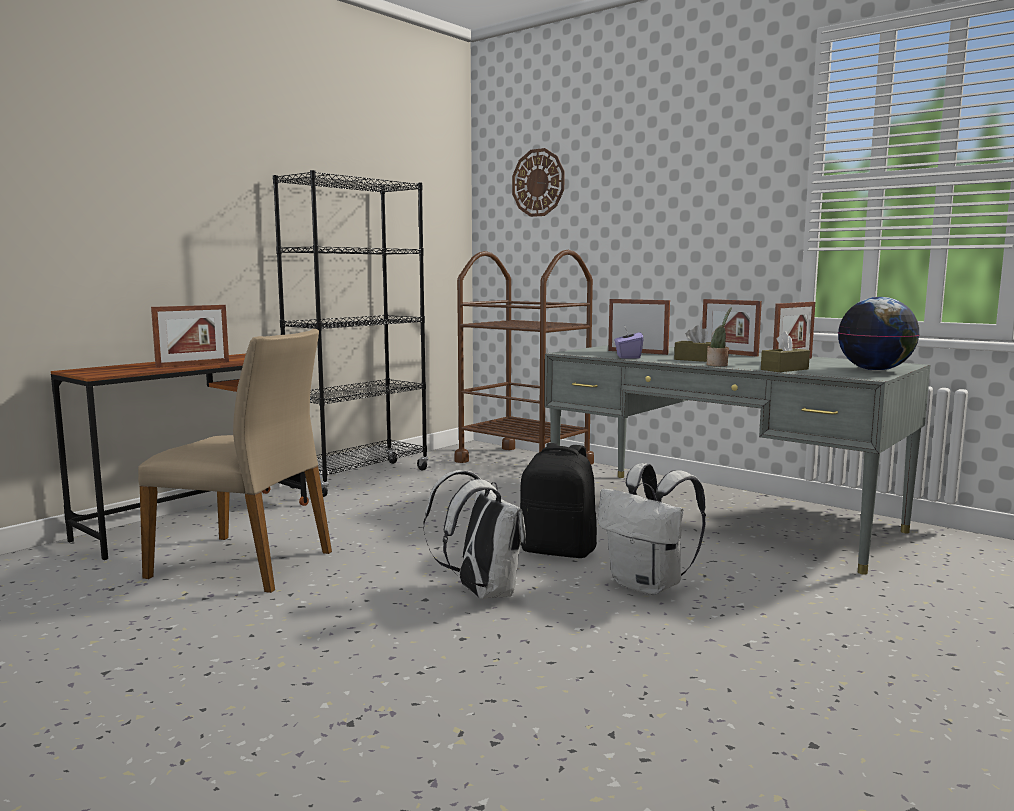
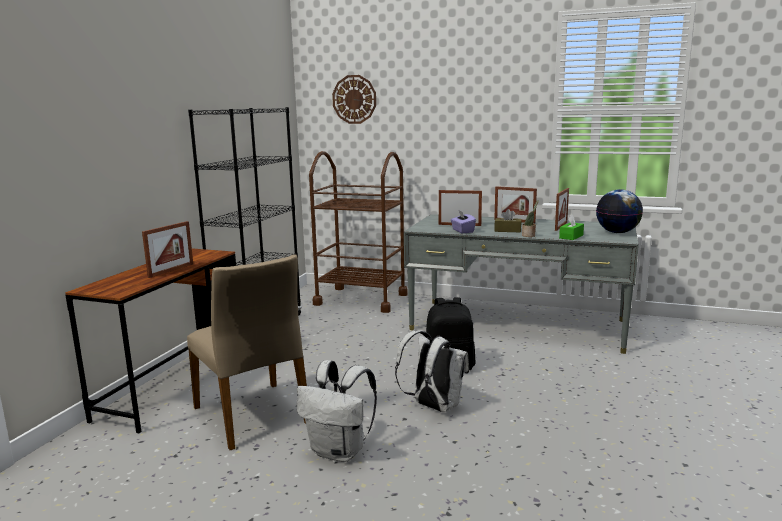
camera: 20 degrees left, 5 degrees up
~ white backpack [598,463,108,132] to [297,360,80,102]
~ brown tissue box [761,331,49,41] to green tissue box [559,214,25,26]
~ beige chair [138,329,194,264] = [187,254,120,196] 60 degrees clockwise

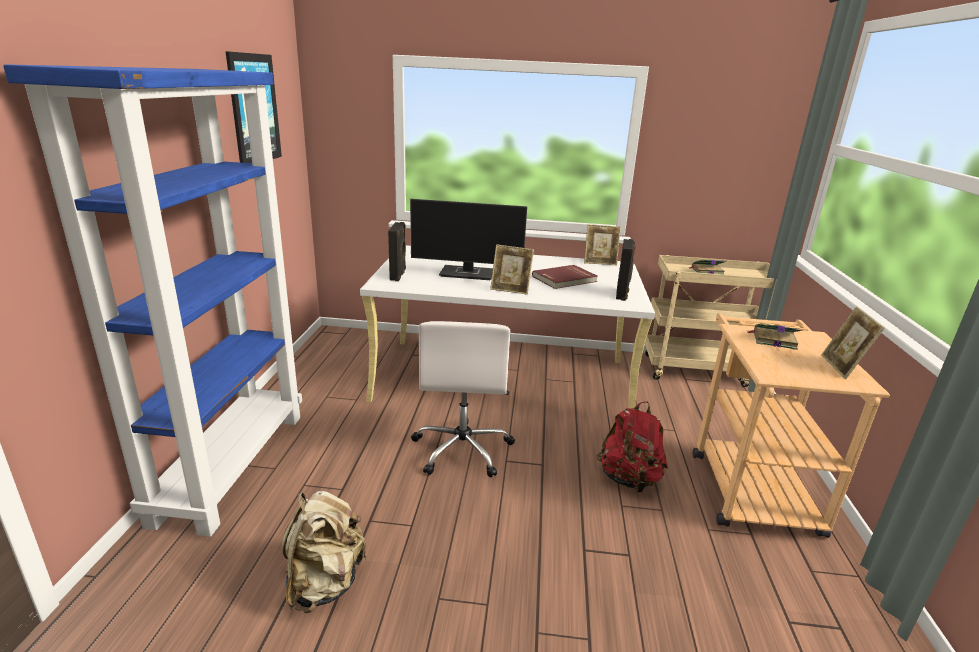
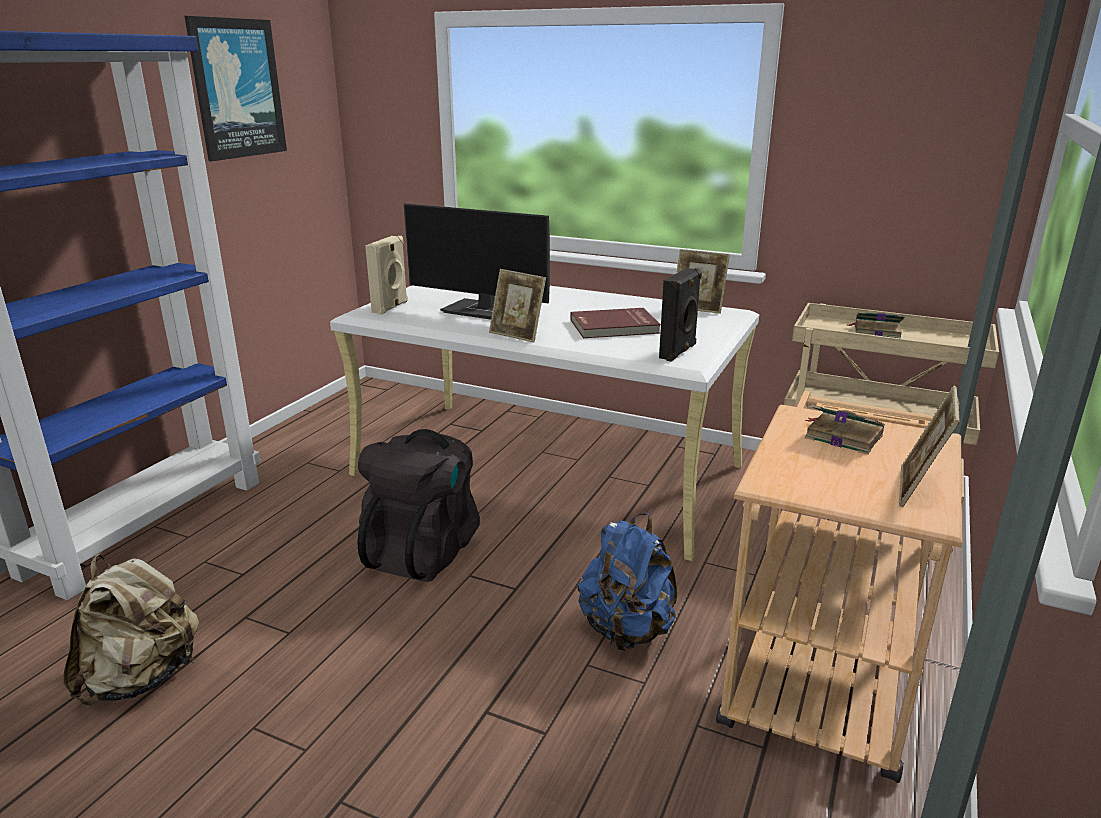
camera: 20 degrees right, 0 degrees up
~ white office chair [411,321,104,156] to black backpack [357,429,123,153]
~ black speaker [388,222,18,59] to beige speaker [365,236,43,79]
~ red backpack [597,401,71,91] to blue backpack [578,513,99,138]

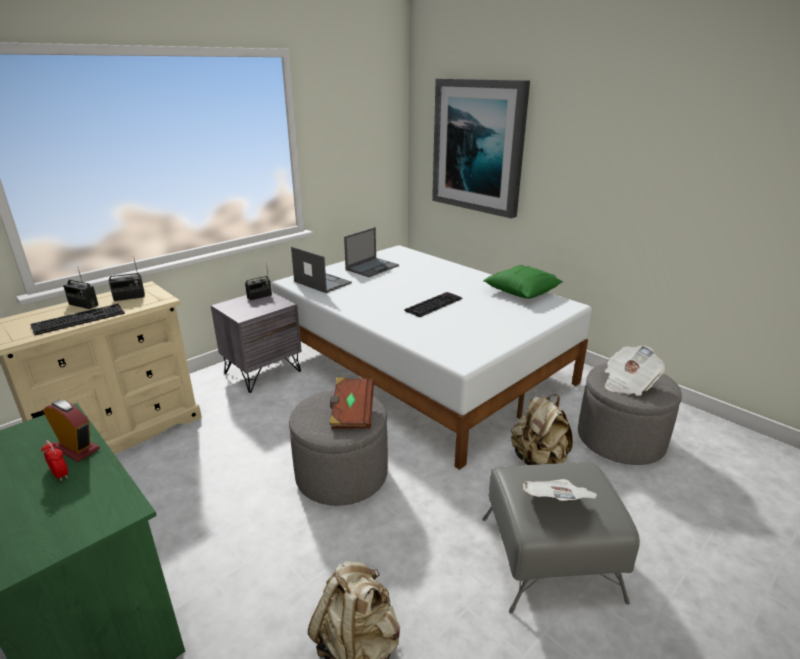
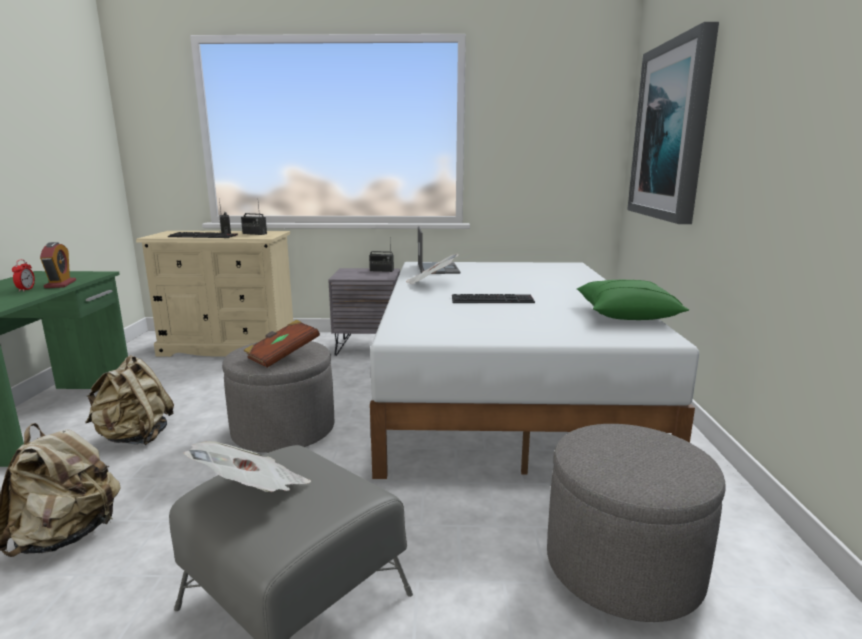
camera: 45 degrees right, 10 degrees down
- laptop [344,227,55,50]
~ beige backpack [511,394,62,71] to [85,355,89,90]
~ newspaper [605,346,60,50] to [406,254,53,31]

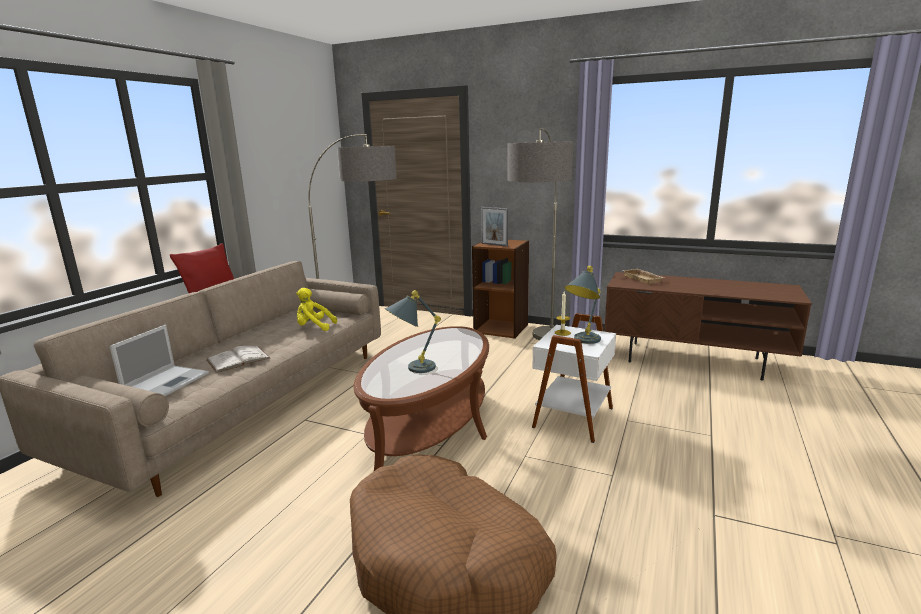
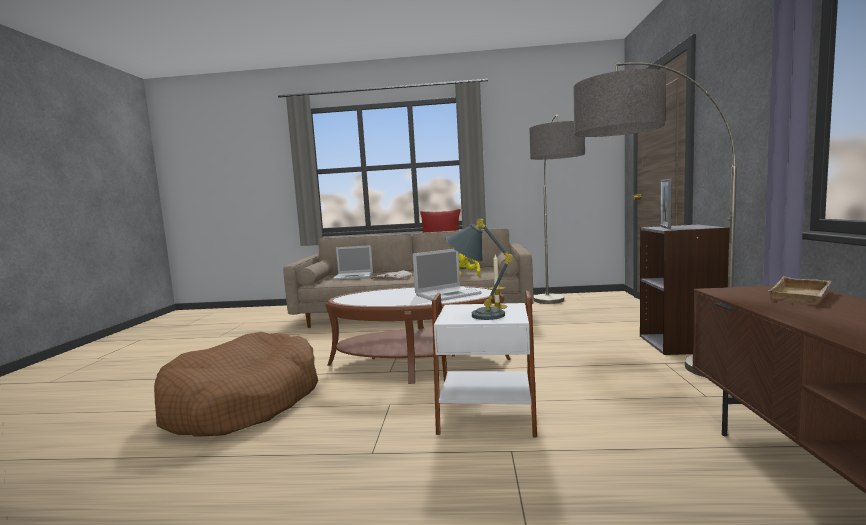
camera: 70 degrees right, 10 degrees down
- grey table lamp [385,290,56,83]
+ laptop [412,249,70,52]
~ brown bookcase [472,240,57,99] to grey bookcase [640,224,90,131]

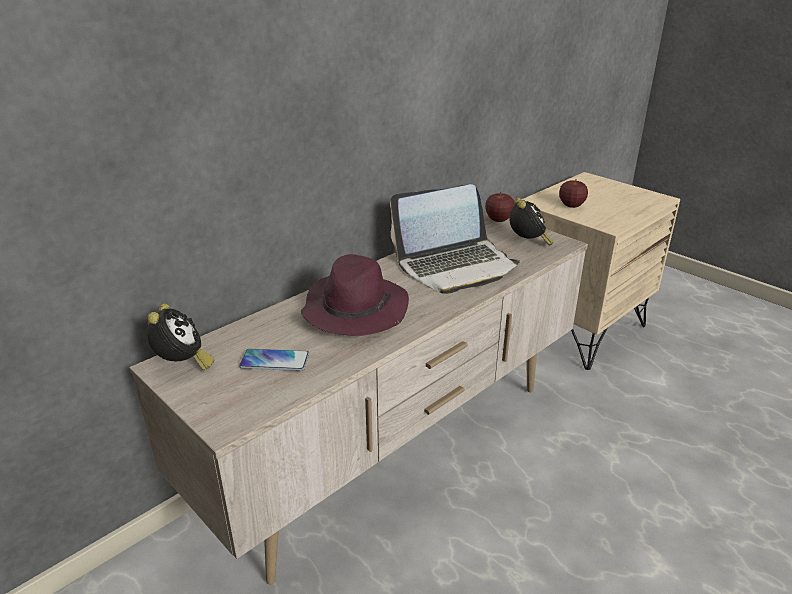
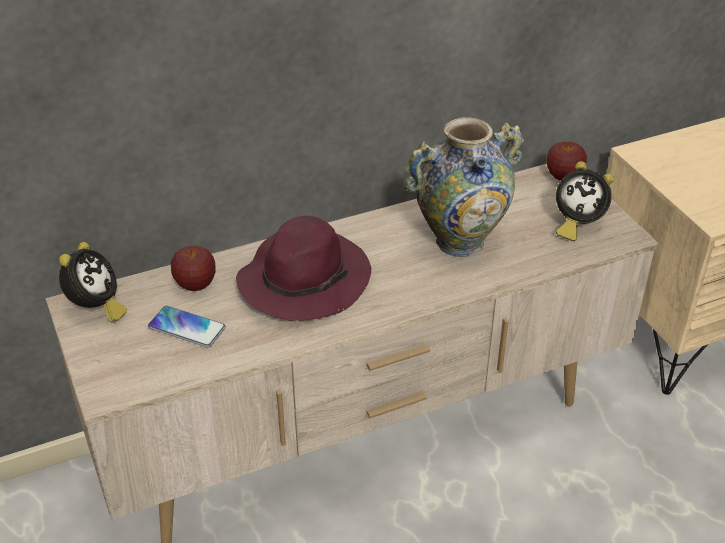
camera: 20 degrees right, 10 degrees up
~ apple [559,180,29,28] to [171,246,45,45]
~ laptop [390,184,130,110] to vase [404,117,120,140]
~ alarm clock [509,197,45,49] = [556,161,58,80] 90 degrees clockwise

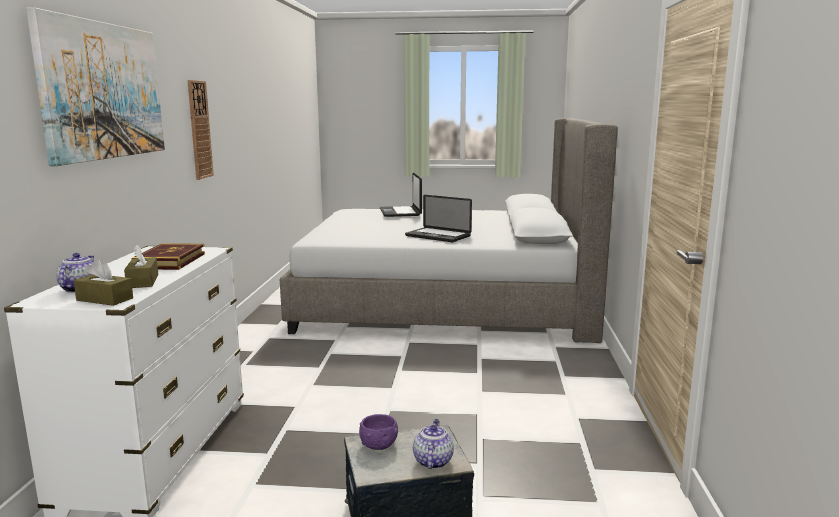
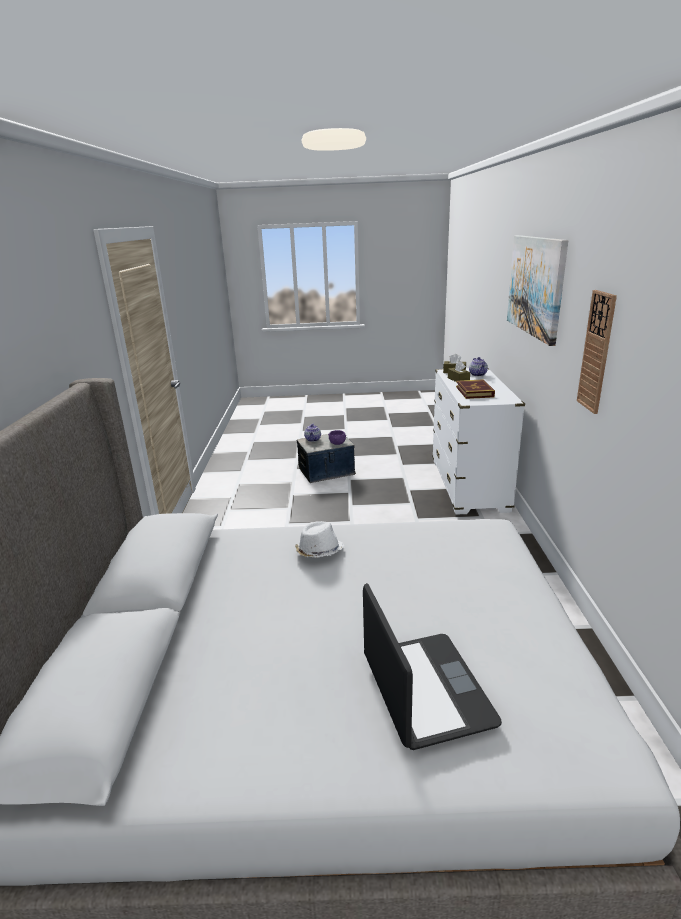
camera: 175 degrees right, 10 degrees up
~ laptop [405,195,67,47] to white hat [295,521,49,37]

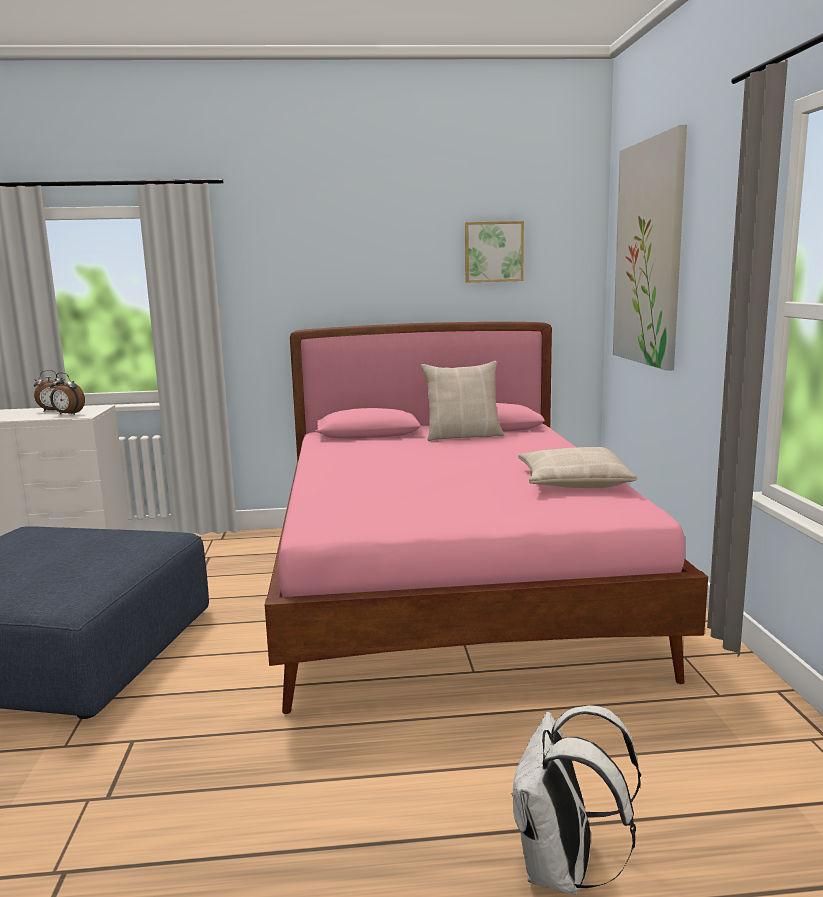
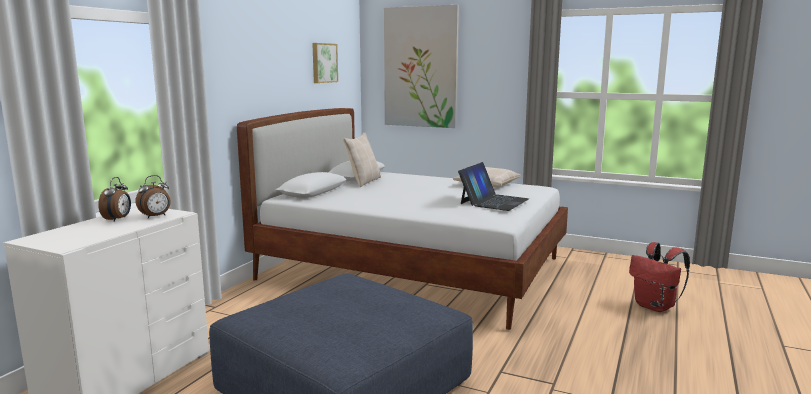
camera: 60 degrees left, 0 degrees up
+ laptop [458,162,71,49]
~ pink bed [265,322,443,392] to white bed [237,108,331,222]
~ white backpack [512,705,129,190] to red backpack [629,242,61,70]

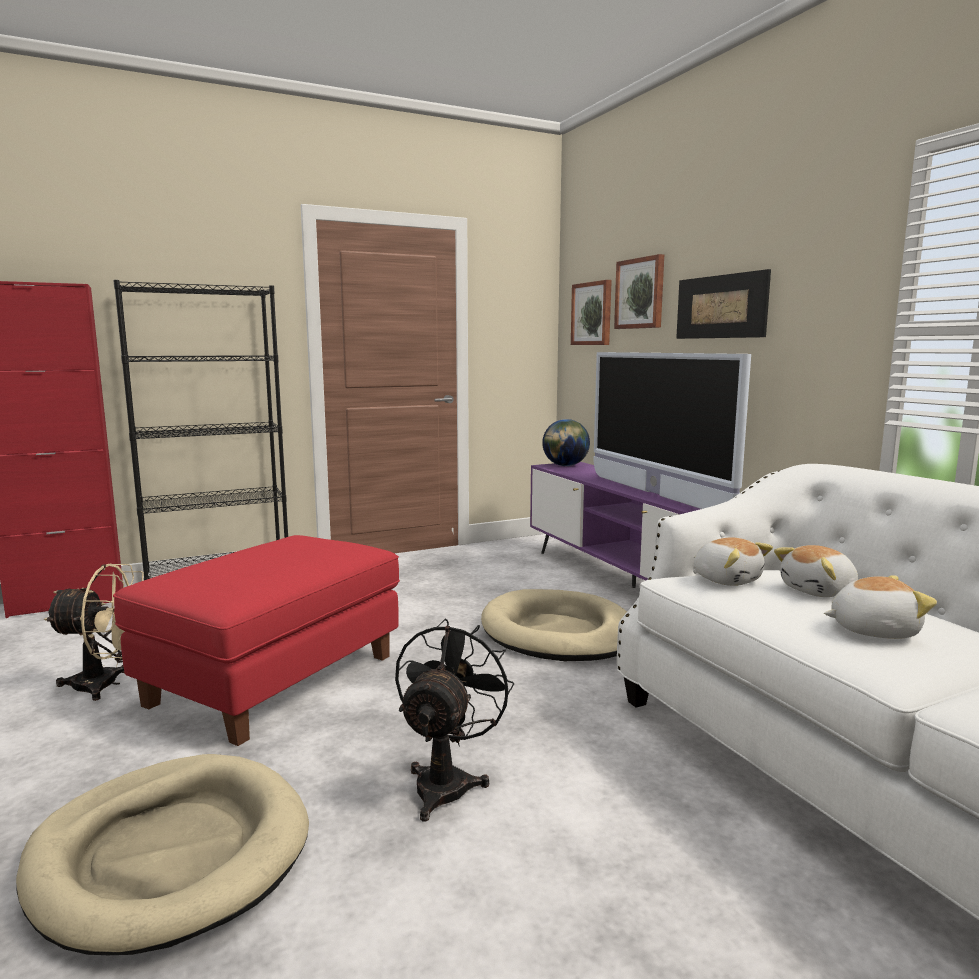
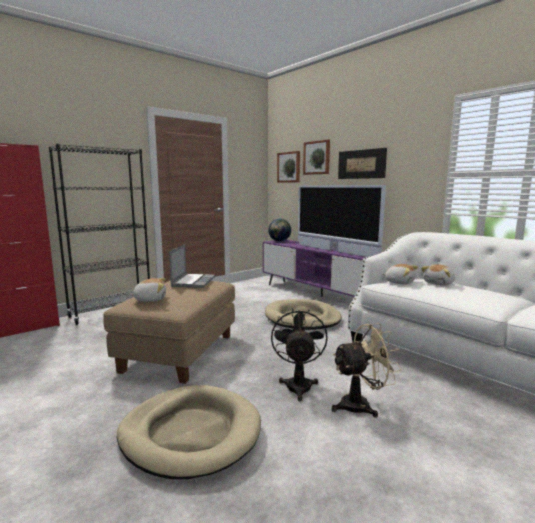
camera: 15 degrees left, 0 degrees up
+ laptop [169,244,46,44]
~ beige fan [44,564,100,137] to [332,323,70,95]
~ plush toy [824,575,113,64] to [129,278,37,24]
~ red ottoman [113,535,287,211] to beige ottoman [103,280,132,104]

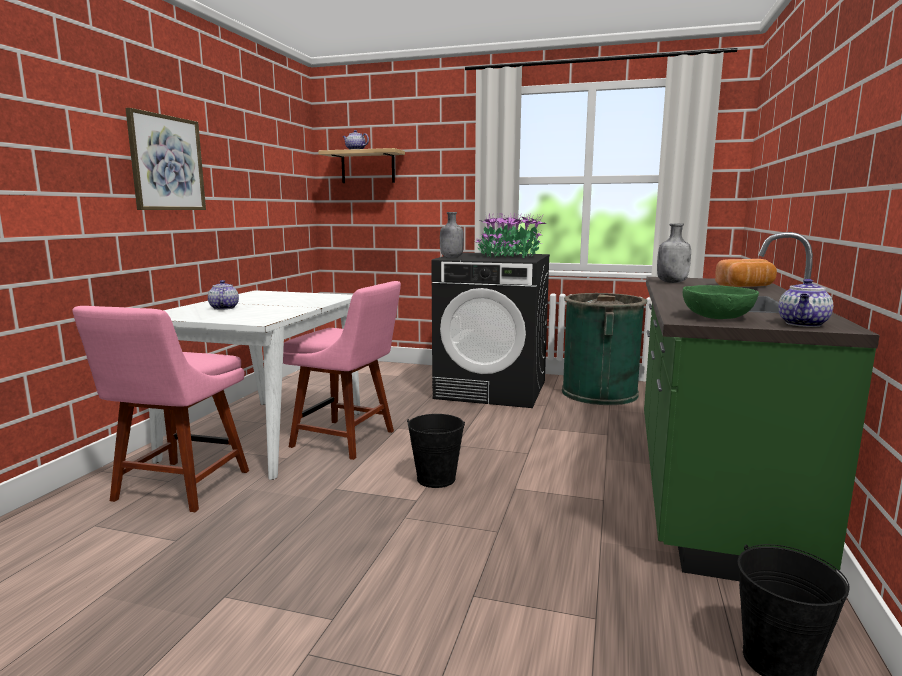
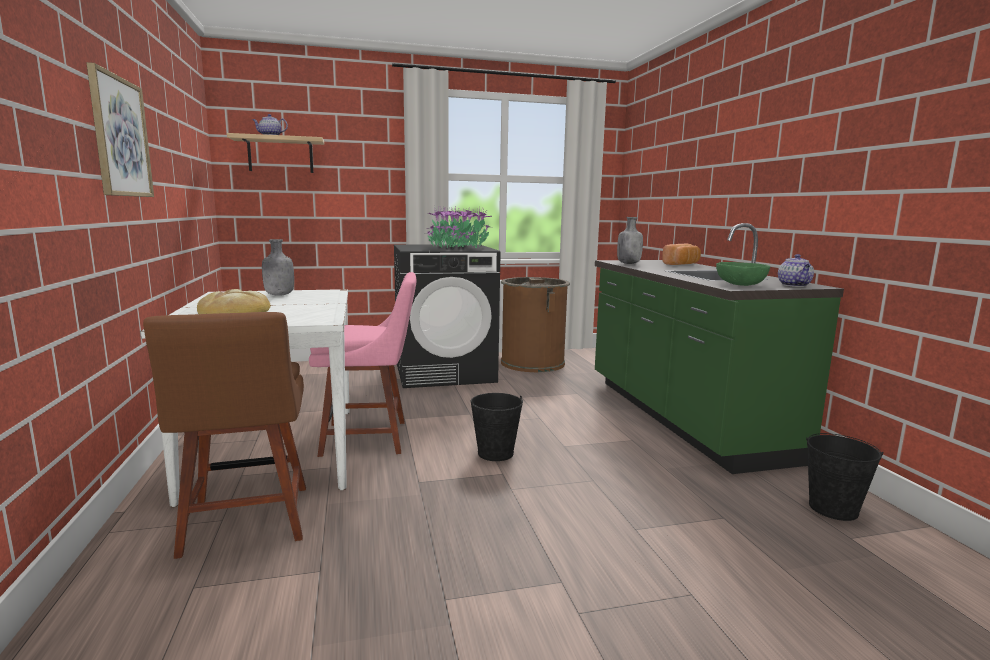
camera: 30 degrees left, 0 degrees up
~ grey bottle [440,212,24,46] to [262,239,32,57]
~ teapot [208,280,31,30] to bread [197,289,74,25]
~ pink chair [72,306,177,206] to brown chair [143,312,163,247]
~ green trash can [562,293,85,112] to brown trash can [501,277,69,95]

